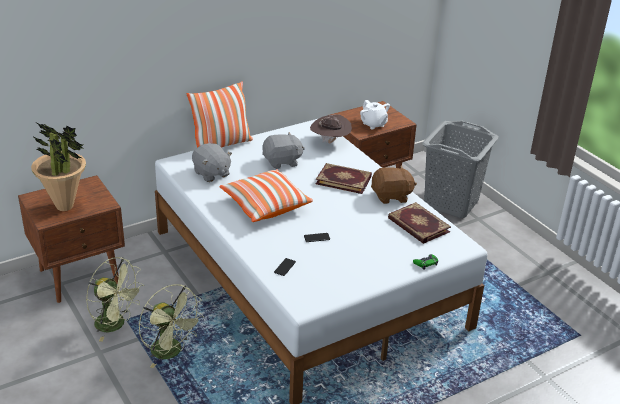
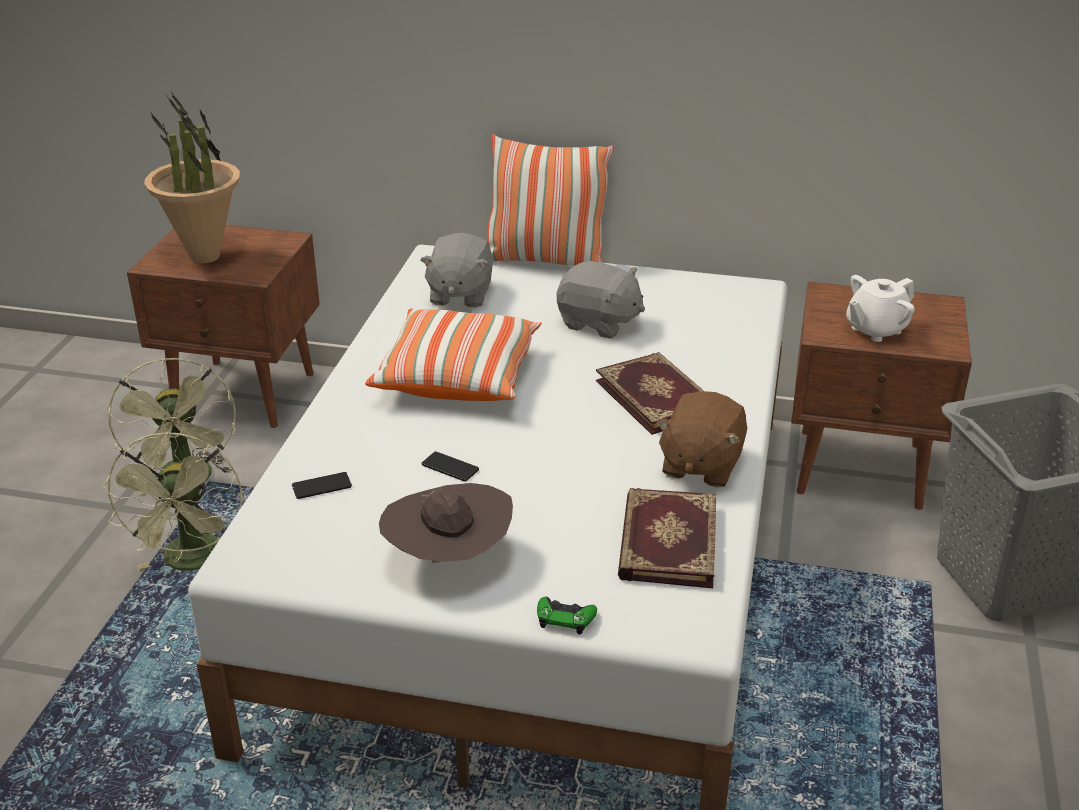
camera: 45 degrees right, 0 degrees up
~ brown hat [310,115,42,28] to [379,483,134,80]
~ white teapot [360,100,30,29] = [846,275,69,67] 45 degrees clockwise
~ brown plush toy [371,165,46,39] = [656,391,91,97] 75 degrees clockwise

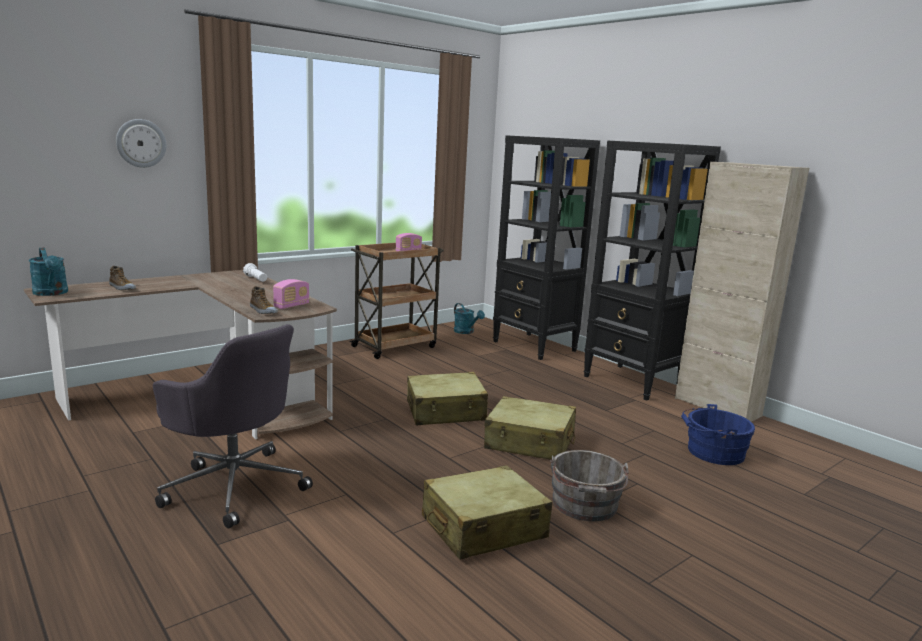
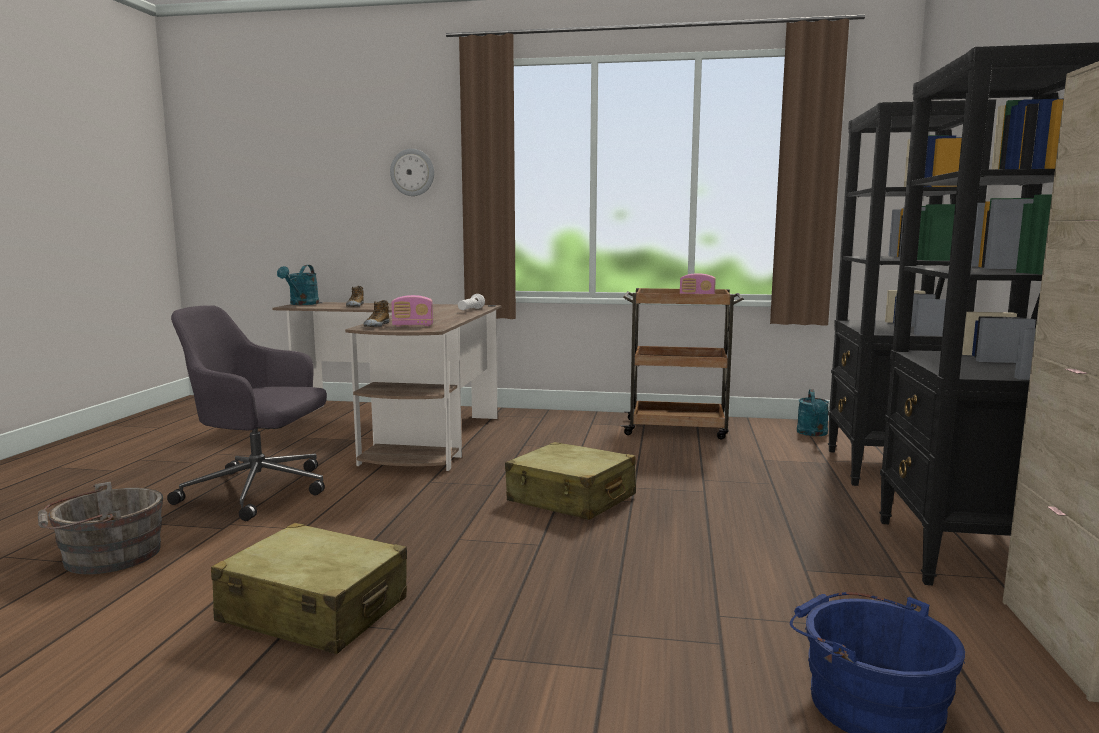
camera: 50 degrees right, 5 degrees down
- beige suitcase [484,396,92,64]
~ grey bucket [550,450,79,71] to [38,482,125,92]
~ grey office chair [153,324,160,204] = [167,305,160,216] 105 degrees clockwise

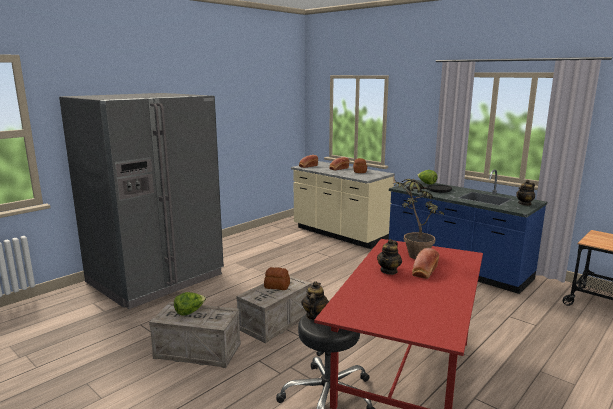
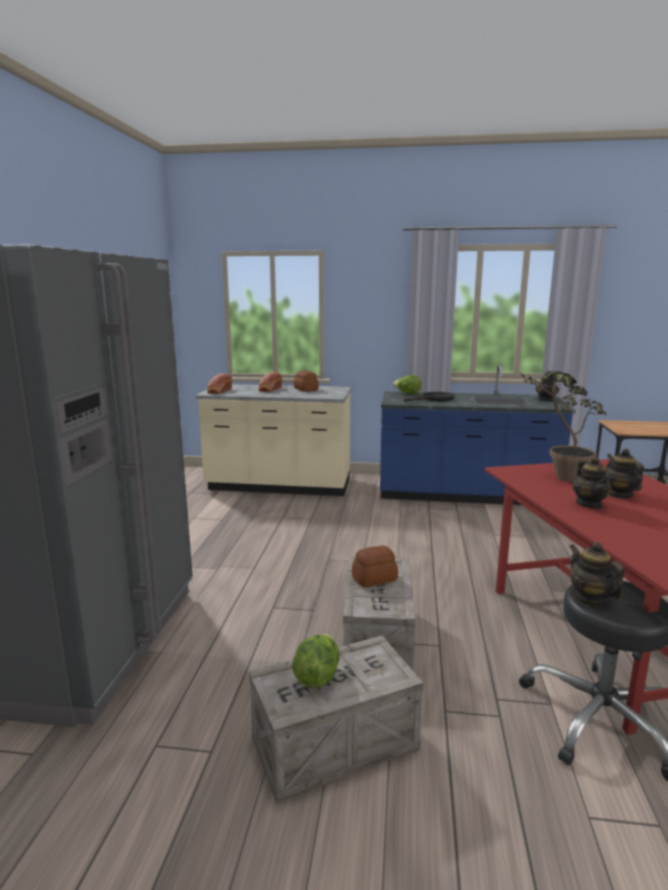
camera: 35 degrees left, 0 degrees up
~ bread [412,248,27,31] to teapot [606,449,38,49]

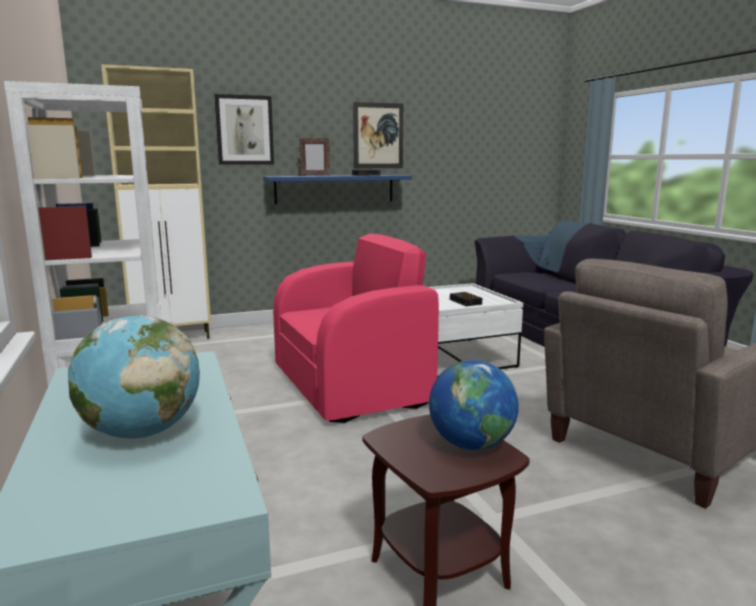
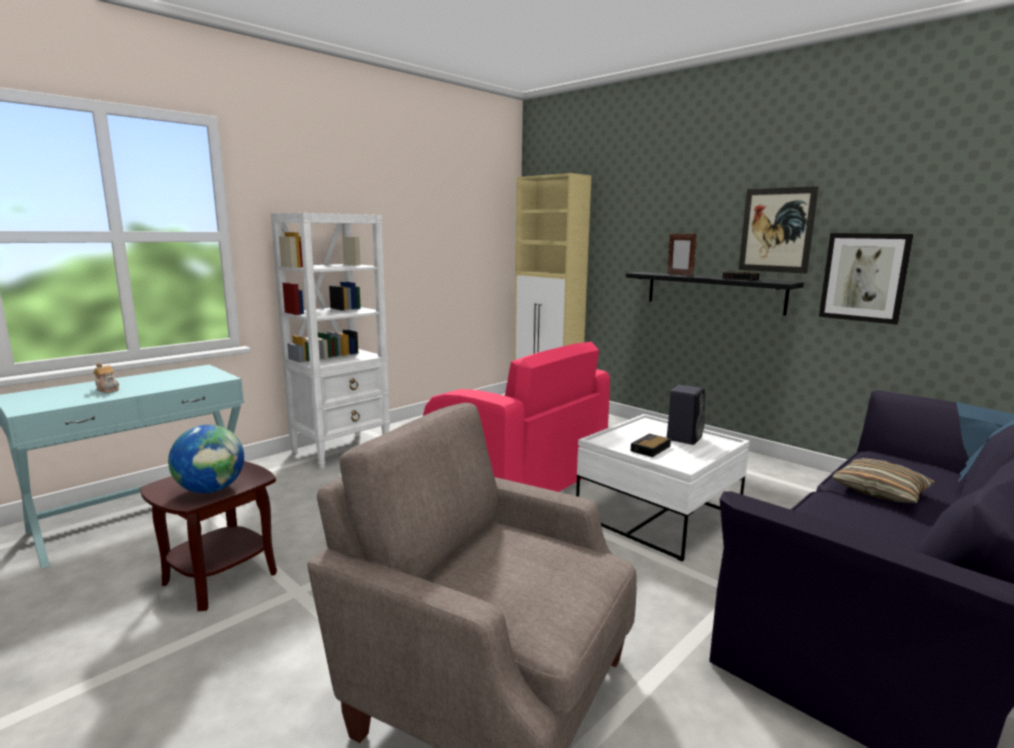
camera: 65 degrees right, 0 degrees up
+ black speaker [667,385,38,60]
+ pillow [832,458,104,45]
~ picture [214,94,60,71] to [819,233,94,92]
~ globe [68,315,132,124] to teapot [93,362,26,31]
~ blue shelf [263,175,149,29] to black shelf [626,272,178,44]

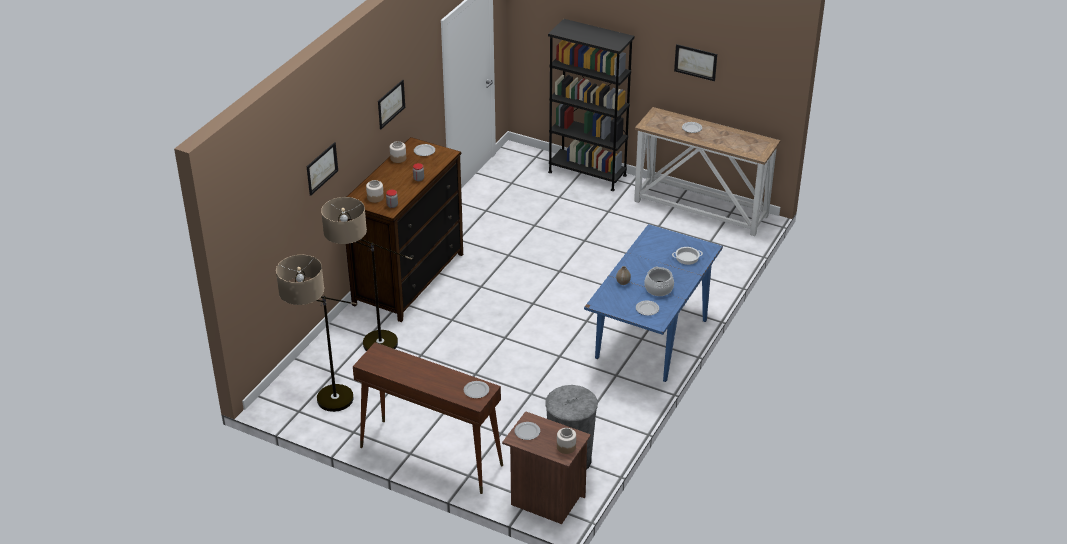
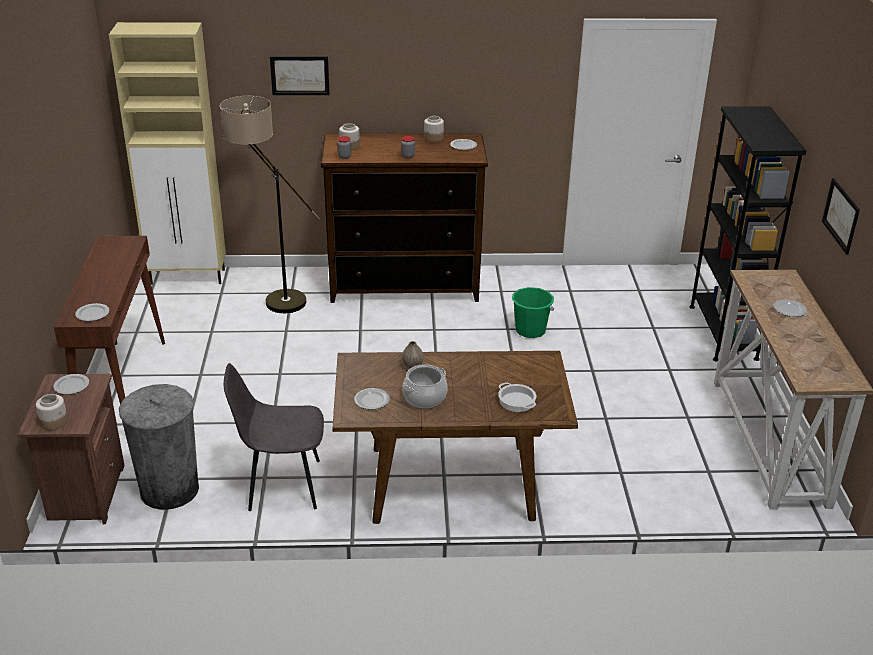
camera: 60 degrees right, 5 degrees down
- floor lamp [276,255,81,157]
- picture [378,80,27,49]
+ beige cabinet [109,22,117,263]
+ grey chair [224,363,100,148]
+ green bucket [512,287,42,51]
~ blue dining table [584,224,139,158] to brown dining table [333,351,245,173]

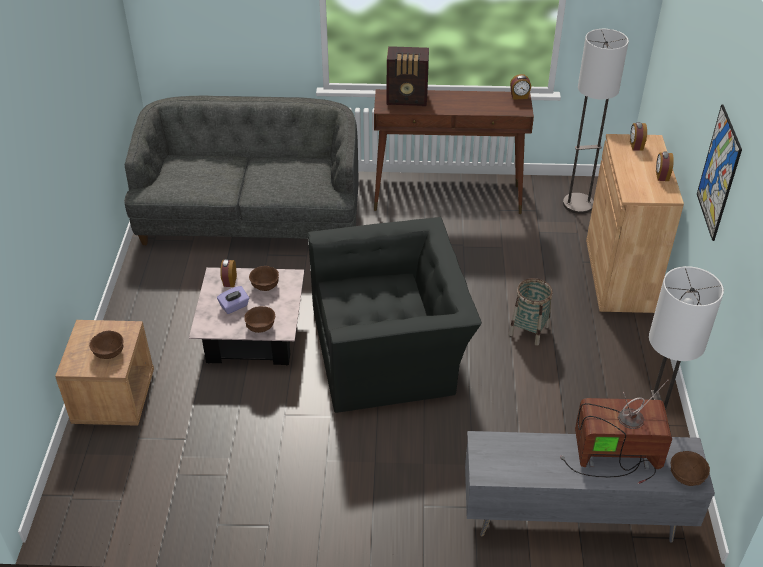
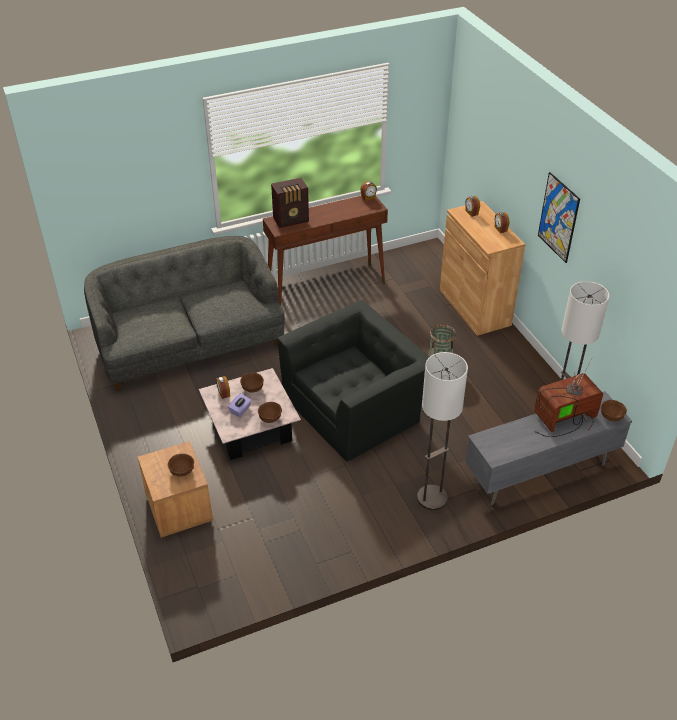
camera: 25 degrees left, 0 degrees up
~ floor lamp [563,29,66,185] to [417,352,51,158]

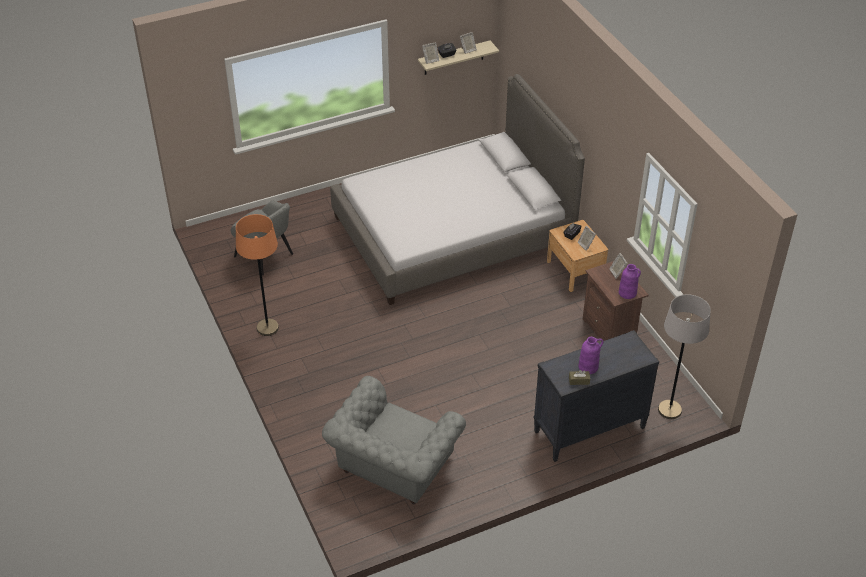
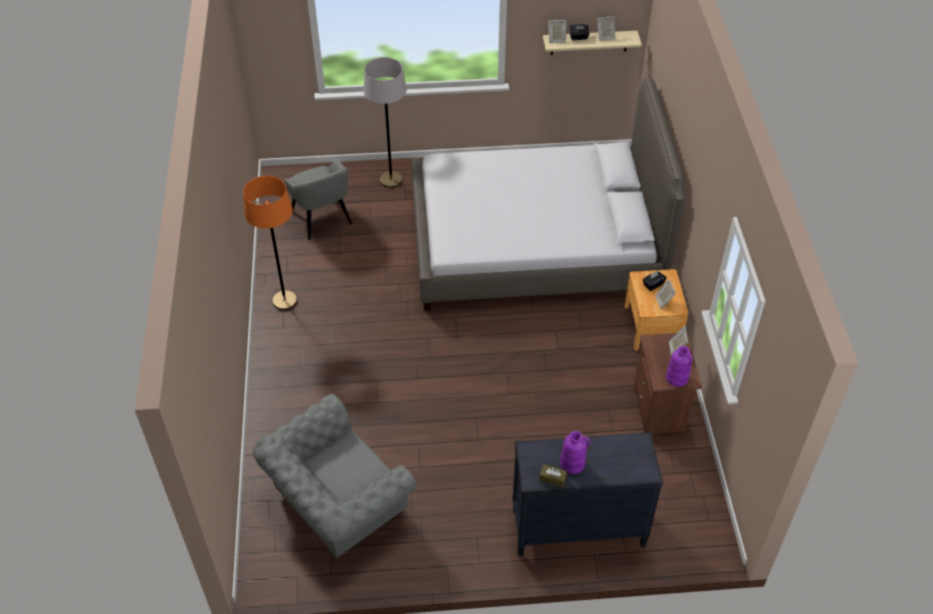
camera: 20 degrees right, 5 degrees up
~ grey floor lamp [658,294,53,125] to [364,57,43,131]

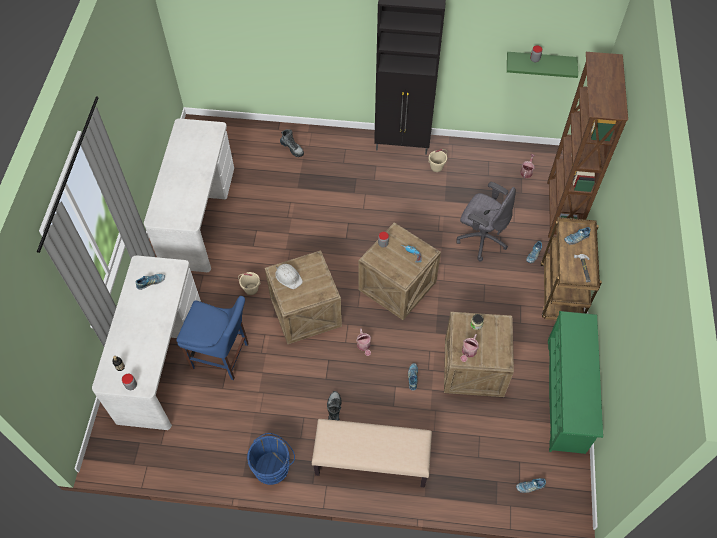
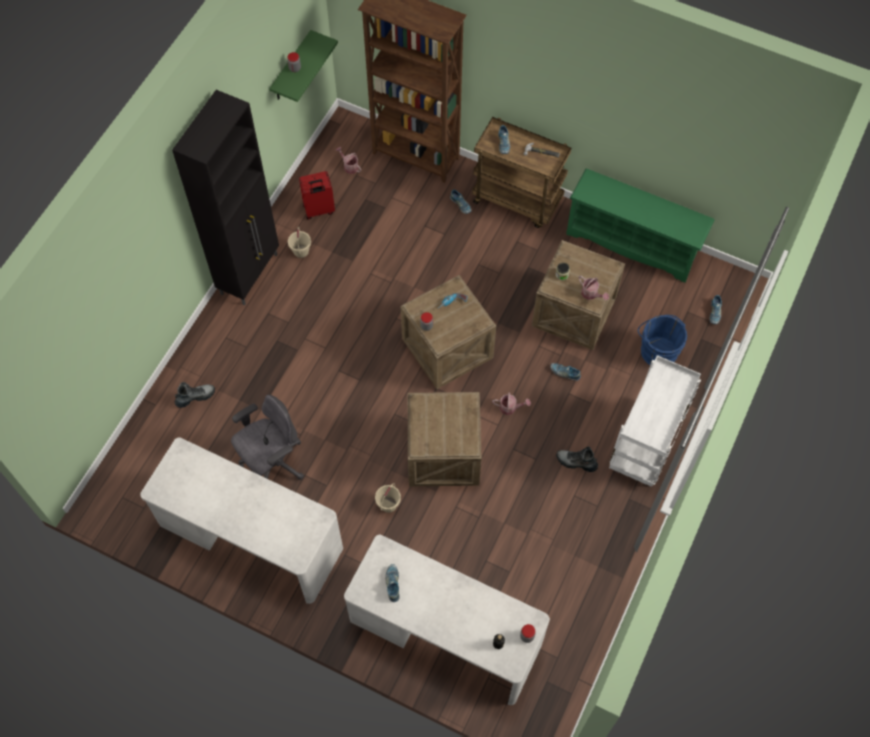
camera: 70 degrees left, 5 degrees up
- blue chair [176,296,73,84]
- white hard hat [275,264,28,25]
+ red suitcase [299,171,36,49]
~ blue bucket [247,433,48,52] to [638,315,49,50]
~ grey office chair [456,182,60,80] to [231,395,73,85]
~ beige bench [312,419,120,68] to white cart [609,355,92,132]

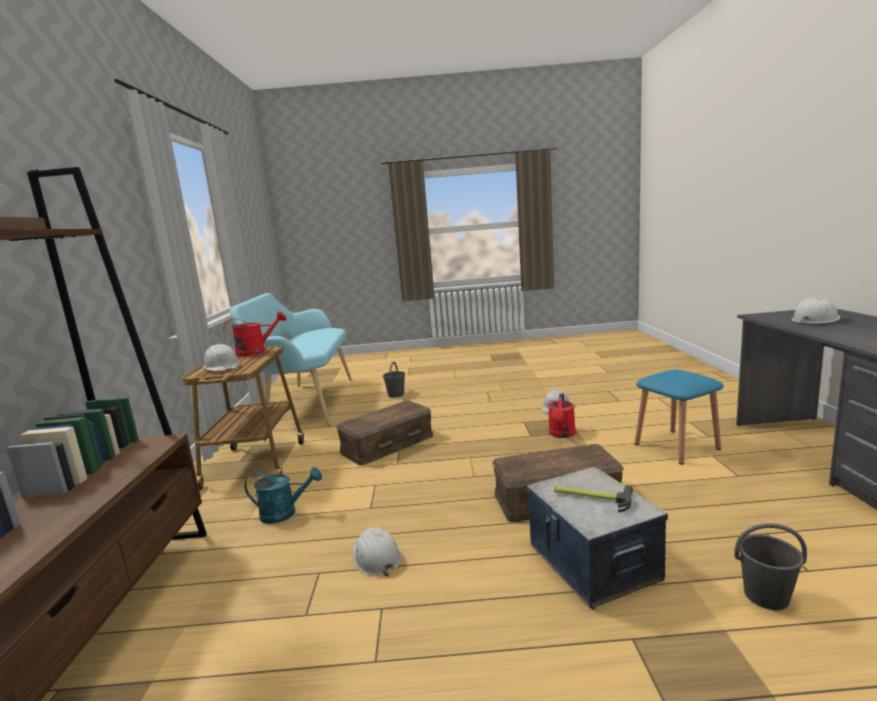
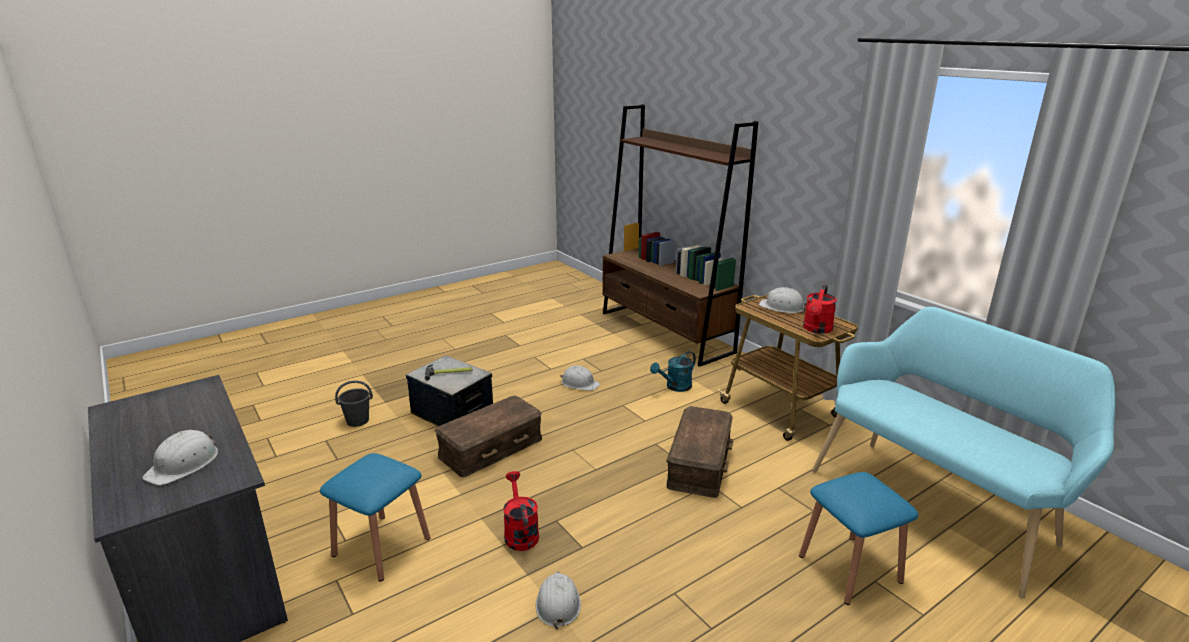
camera: 145 degrees right, 10 degrees up
~ grey bucket [383,362,22,36] to blue stool [799,472,119,133]

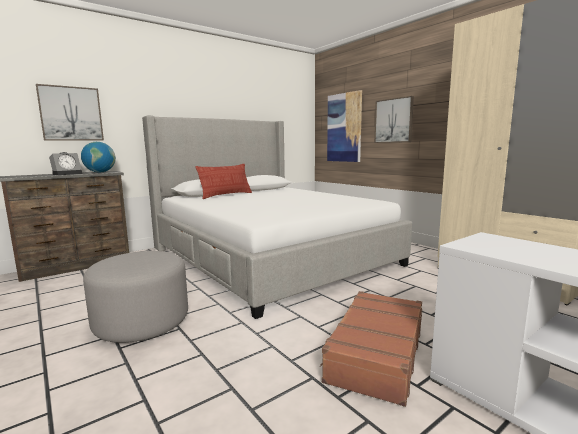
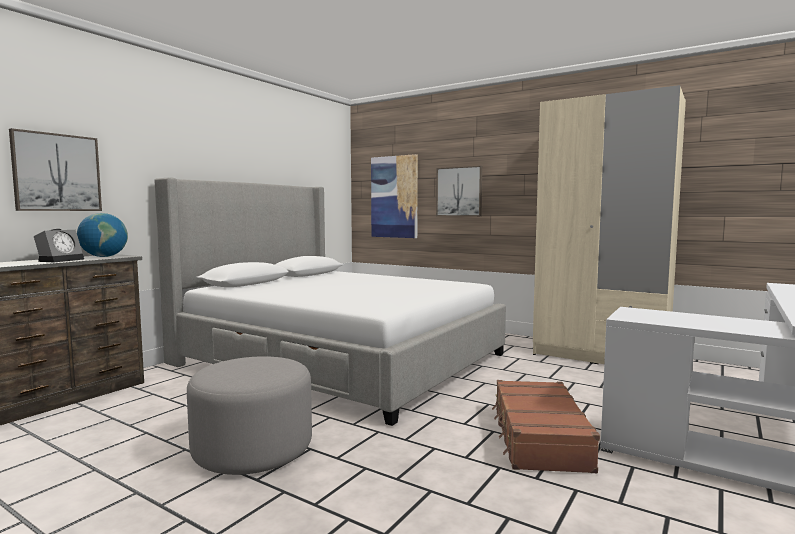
camera: 20 degrees left, 5 degrees down
- pillow [196,164,56,35]

